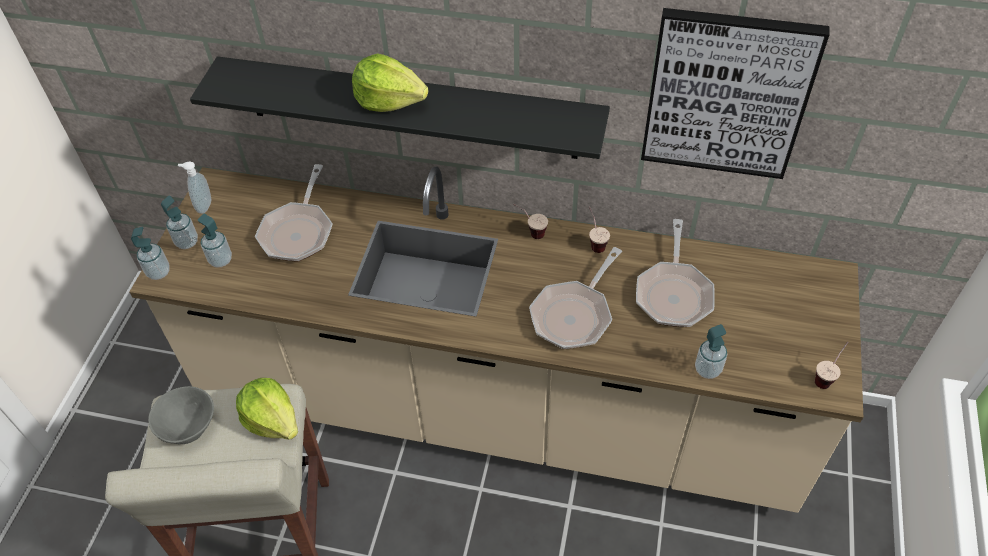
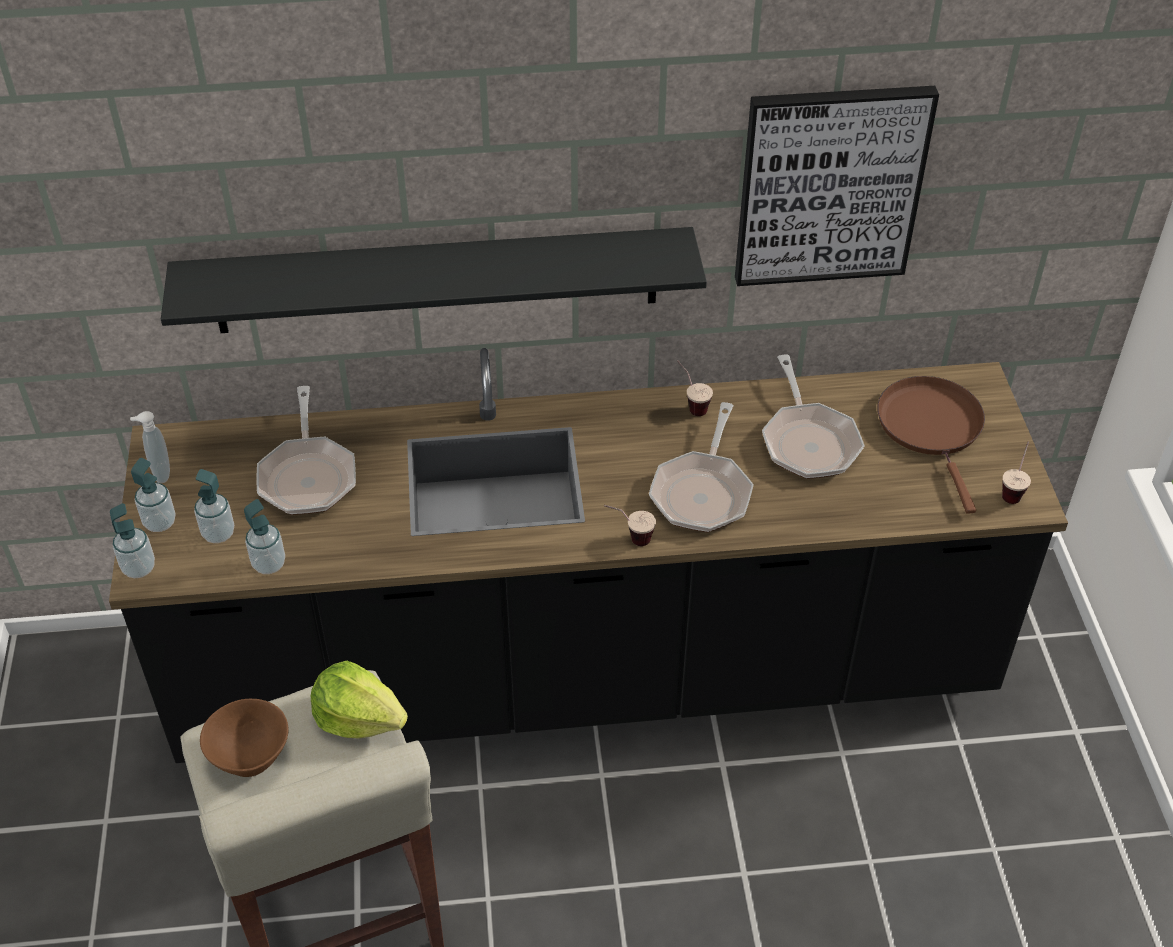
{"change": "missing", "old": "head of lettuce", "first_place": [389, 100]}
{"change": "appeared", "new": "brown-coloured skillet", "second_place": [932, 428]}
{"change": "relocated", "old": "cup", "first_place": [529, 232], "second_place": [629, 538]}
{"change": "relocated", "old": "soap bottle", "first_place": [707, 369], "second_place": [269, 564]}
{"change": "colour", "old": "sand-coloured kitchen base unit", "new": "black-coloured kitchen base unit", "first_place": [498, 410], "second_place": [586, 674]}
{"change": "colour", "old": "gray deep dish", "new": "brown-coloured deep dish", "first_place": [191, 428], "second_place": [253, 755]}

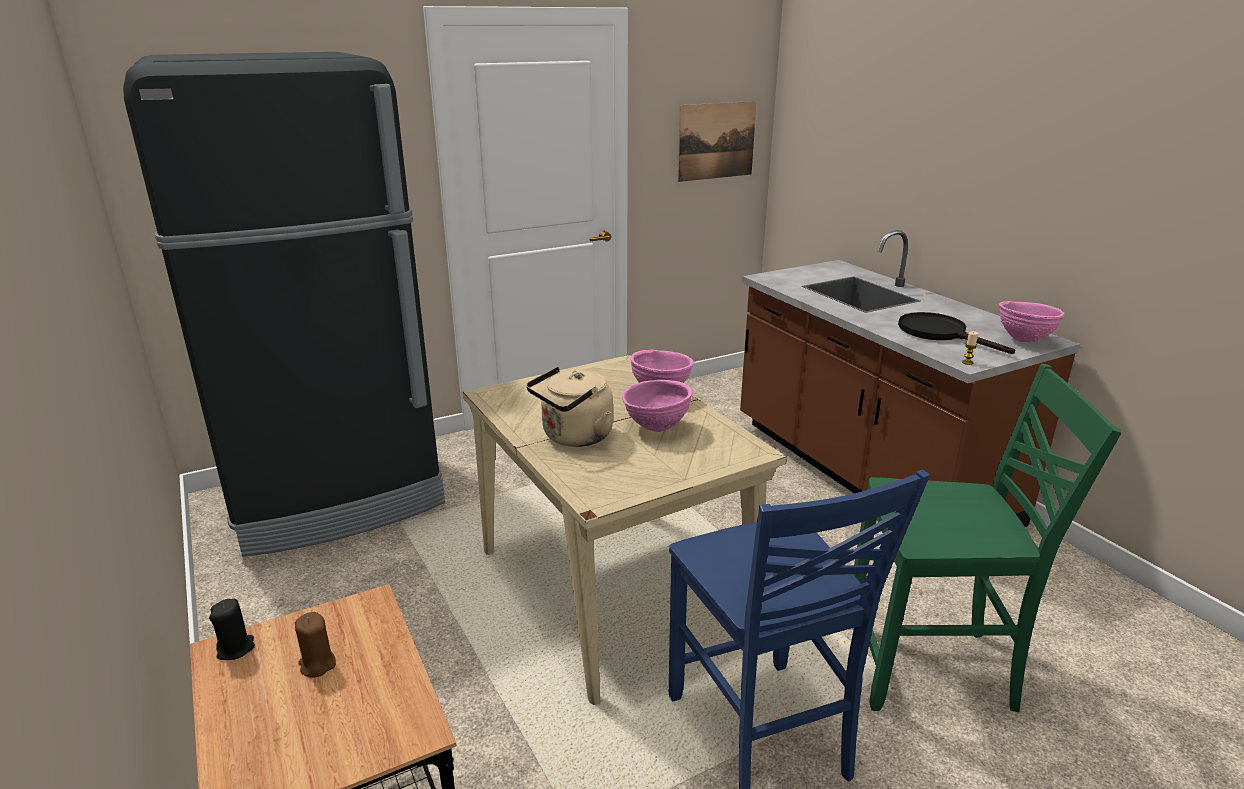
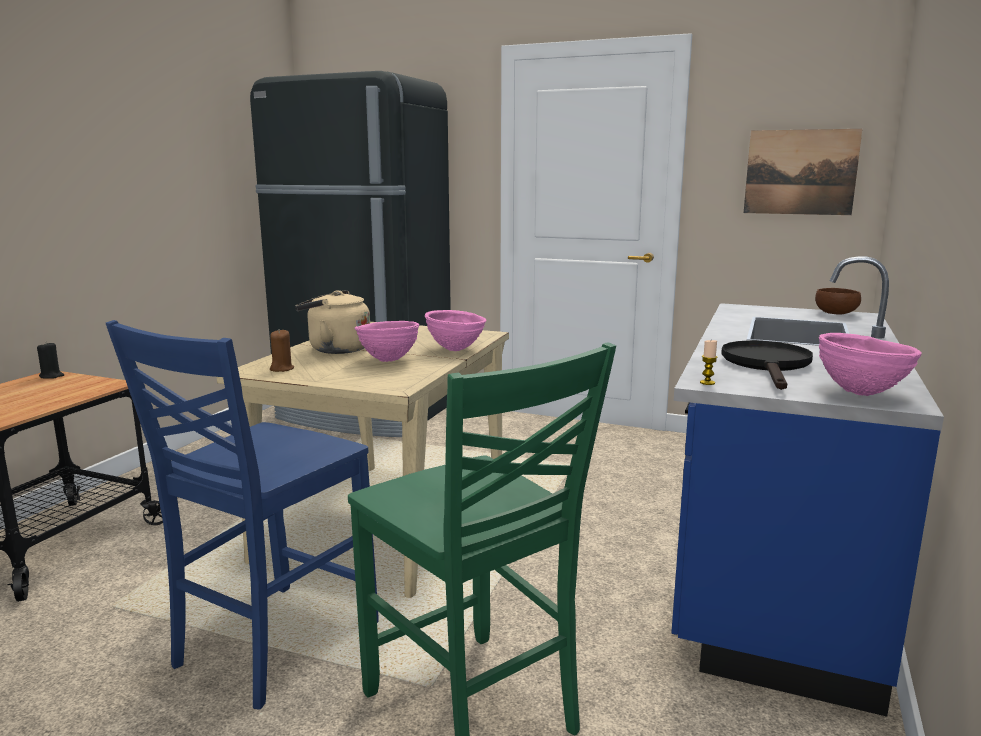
{"change": "appeared", "new": "brown-coloured deep dish", "second_place": [836, 313]}
{"change": "relocated", "old": "brown-coloured wax light", "first_place": [317, 664], "second_place": [282, 369]}
{"change": "colour", "old": "brown-coloured kitchen base unit", "new": "bluish kitchen base unit", "first_place": [866, 472], "second_place": [773, 570]}

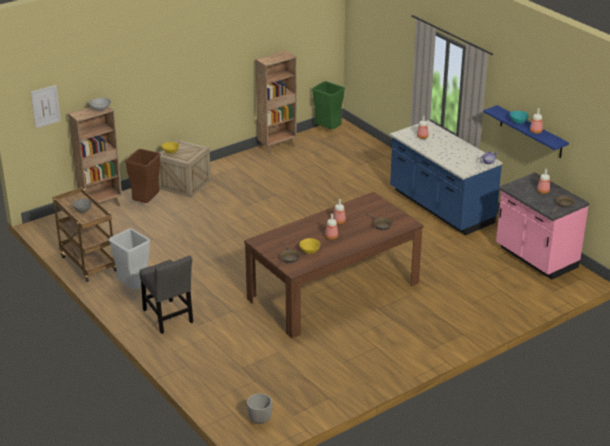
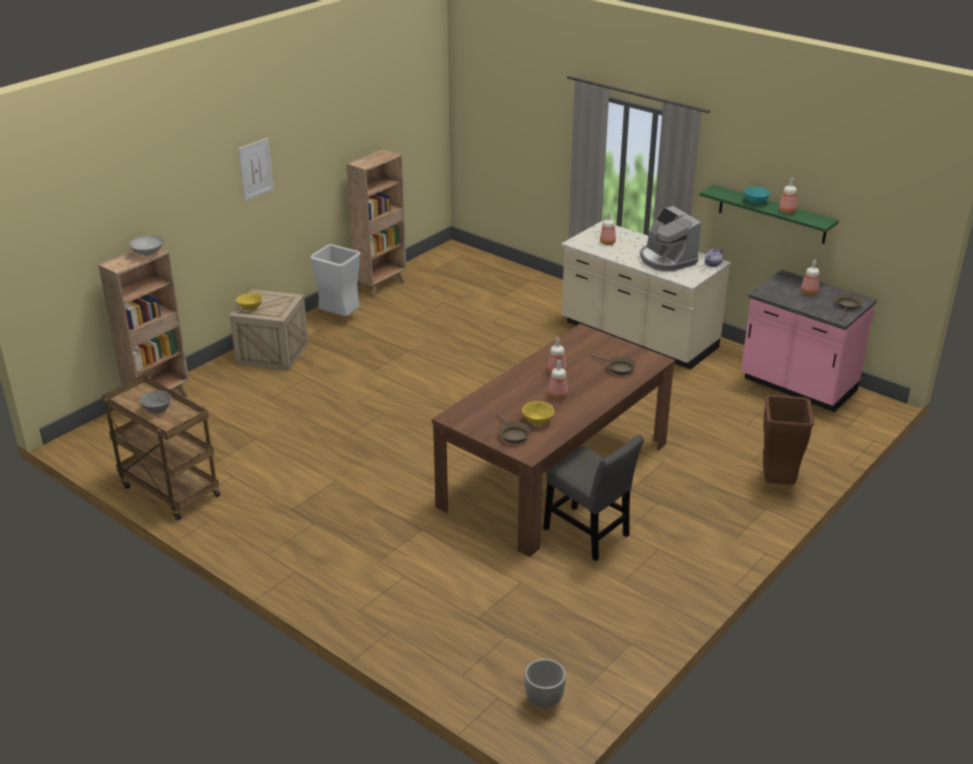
{"change": "missing", "old": "greenish rubbish bin", "first_place": [328, 130]}
{"change": "appeared", "new": "coffee brewer", "second_place": [666, 260]}
{"change": "relocated", "old": "wall picture", "first_place": [45, 106], "second_place": [255, 169]}
{"change": "relocated", "old": "gray rubbish bin", "first_place": [133, 288], "second_place": [339, 318]}
{"change": "relocated", "old": "brown-coloured rubbish bin", "first_place": [146, 202], "second_place": [777, 482]}
{"change": "relocated", "old": "gray upright chair", "first_place": [168, 318], "second_place": [589, 534]}
{"change": "colour", "old": "bluish kitchen base unit", "new": "sand-coloured kitchen base unit", "first_place": [440, 207], "second_place": [638, 336]}
{"change": "colour", "old": "bluish shelf", "new": "greenish shelf", "first_place": [531, 132], "second_place": [772, 214]}

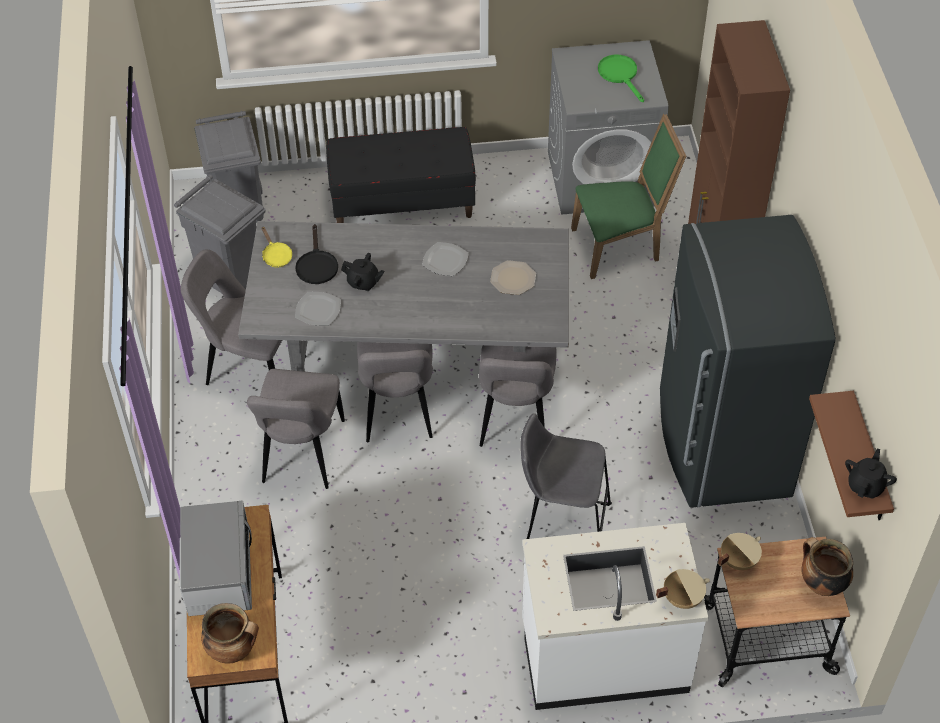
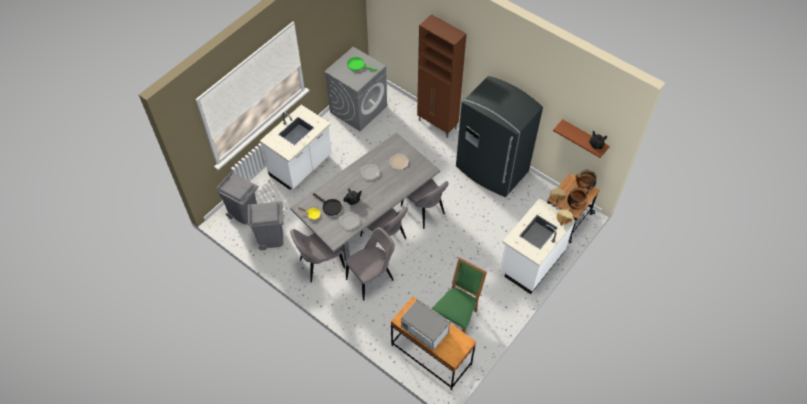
{"change": "missing", "old": "gray sitting stool", "first_place": [562, 525]}
{"change": "relocated", "old": "saucepot", "first_place": [233, 650], "second_place": [575, 205]}
{"change": "relocated", "old": "greenish upright chair", "first_place": [620, 246], "second_place": [457, 316]}
{"change": "exchanged", "old": "black-coloured long seat", "new": "whitish kitchen base unit", "first_place": [402, 202], "second_place": [301, 166]}
{"change": "spun", "old": "gray upright chair", "first_place": [302, 455], "second_place": [372, 278], "degrees": -90}

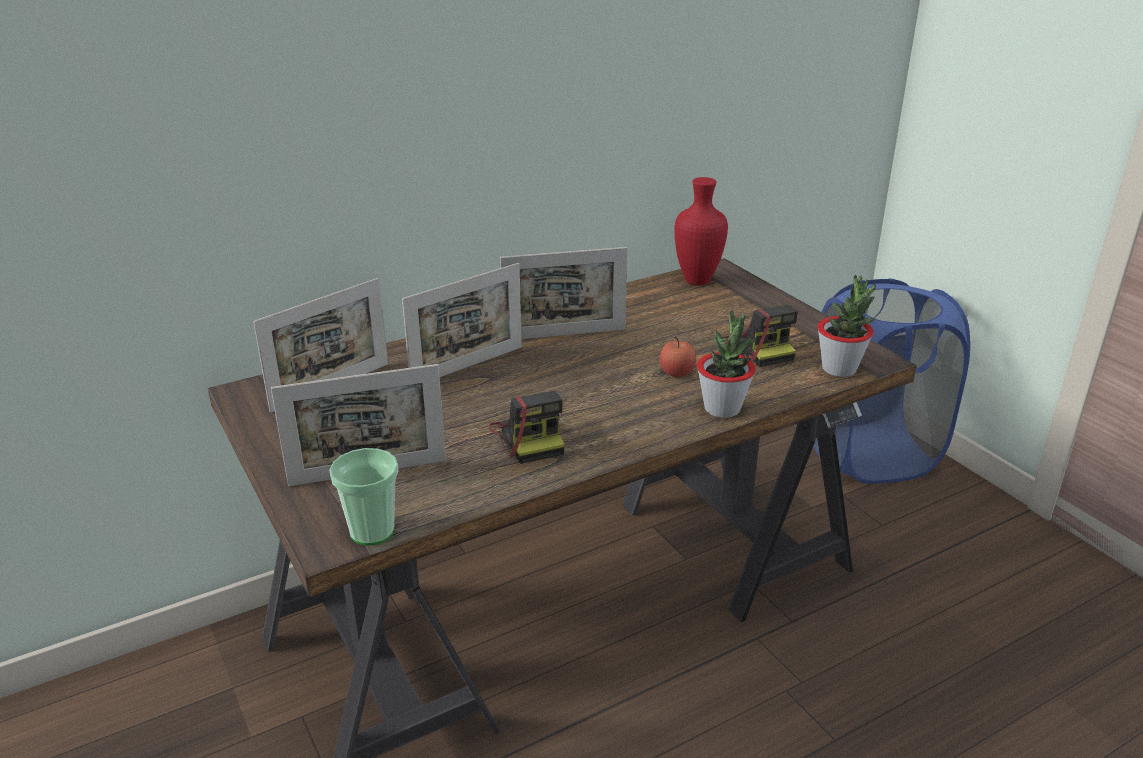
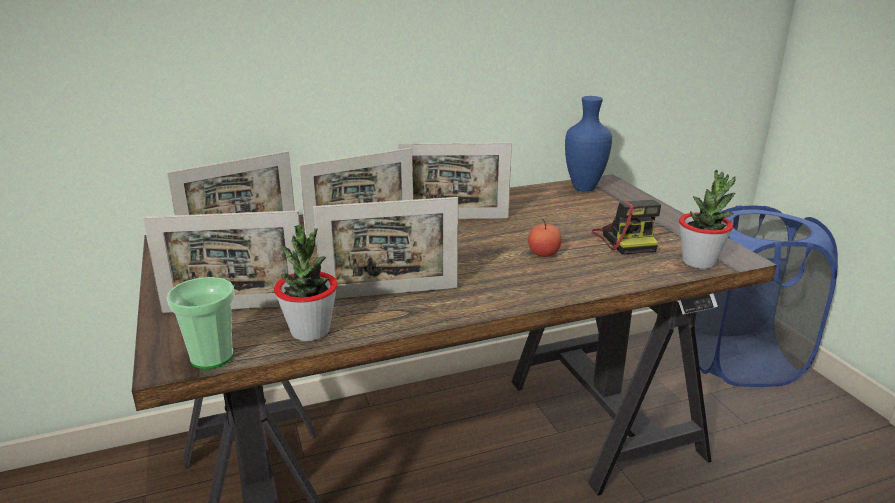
{"change": "relocated", "old": "potted plant", "first_place": [722, 409], "second_place": [310, 331]}
{"change": "exchanged", "old": "photo camera", "new": "picture frame", "first_place": [529, 437], "second_place": [390, 293]}
{"change": "colour", "old": "red-coloured decorative vase", "new": "bluish decorative vase", "first_place": [696, 281], "second_place": [582, 188]}

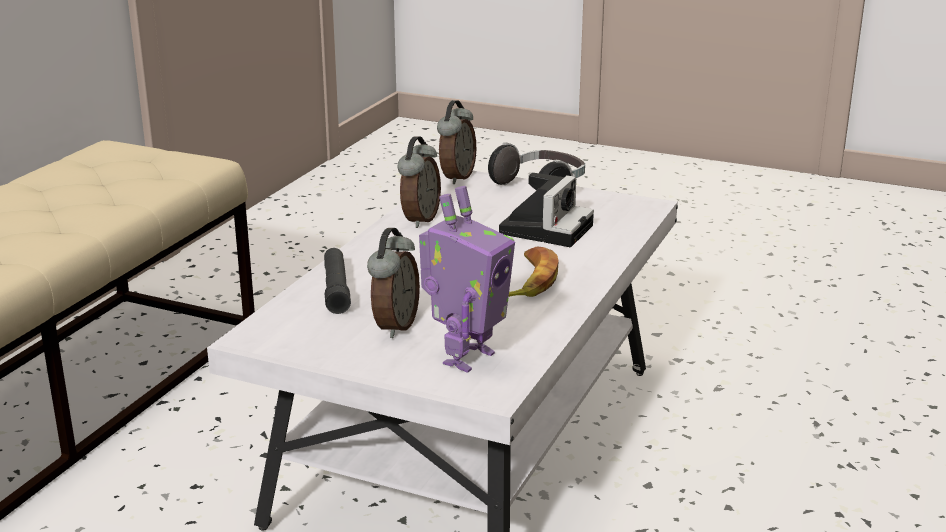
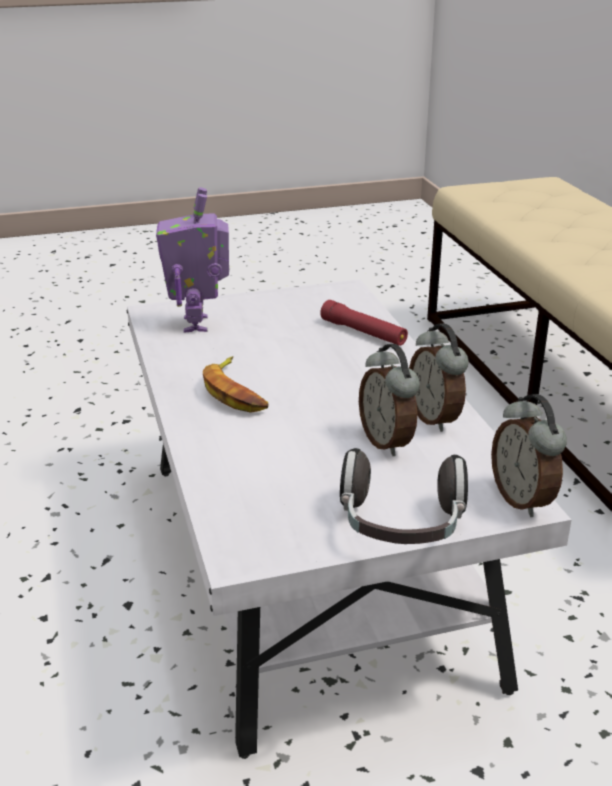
{"change": "missing", "old": "photo camera", "first_place": [546, 228]}
{"change": "relocated", "old": "bedside clock", "first_place": [394, 326], "second_place": [387, 442]}
{"change": "colour", "old": "black-coloured flashlight", "new": "red-coloured flashlight", "first_place": [336, 289], "second_place": [363, 333]}

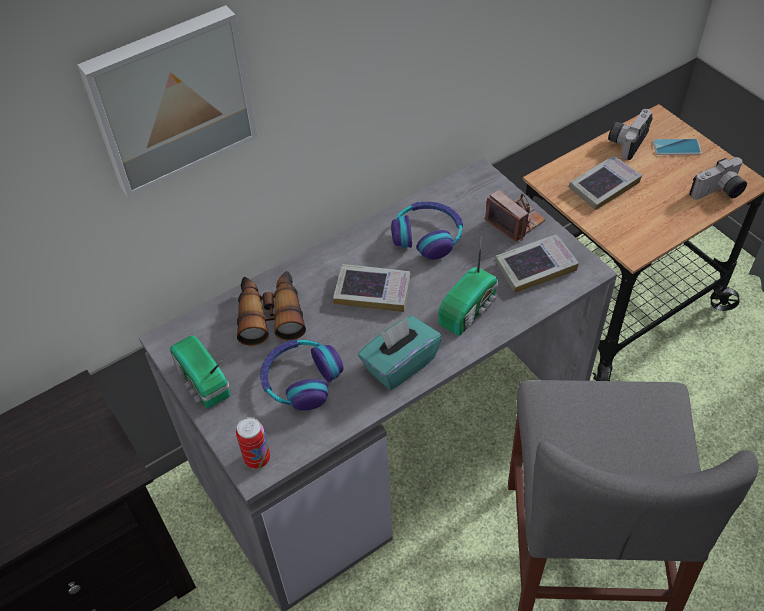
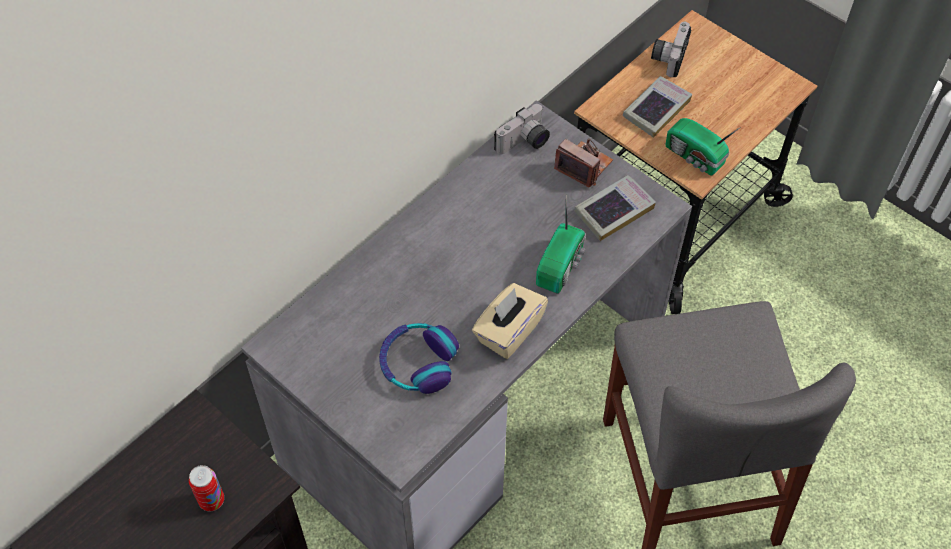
{"change": "missing", "old": "wall picture", "first_place": [171, 99]}
{"change": "missing", "old": "pair of binoculars", "first_place": [270, 314]}
{"change": "missing", "old": "bound book", "first_place": [373, 291]}
{"change": "missing", "old": "headset", "first_place": [427, 236]}
{"change": "missing", "old": "phone", "first_place": [676, 147]}
{"change": "relocated", "old": "radio", "first_place": [202, 383], "second_place": [695, 157]}
{"change": "relocated", "old": "metal can", "first_place": [257, 458], "second_place": [211, 500]}
{"change": "relocated", "old": "photo camera", "first_place": [718, 193], "second_place": [524, 143]}
{"change": "colour", "old": "turquoise-coloured tissue holder", "new": "sand-coloured tissue holder", "first_place": [399, 364], "second_place": [508, 331]}

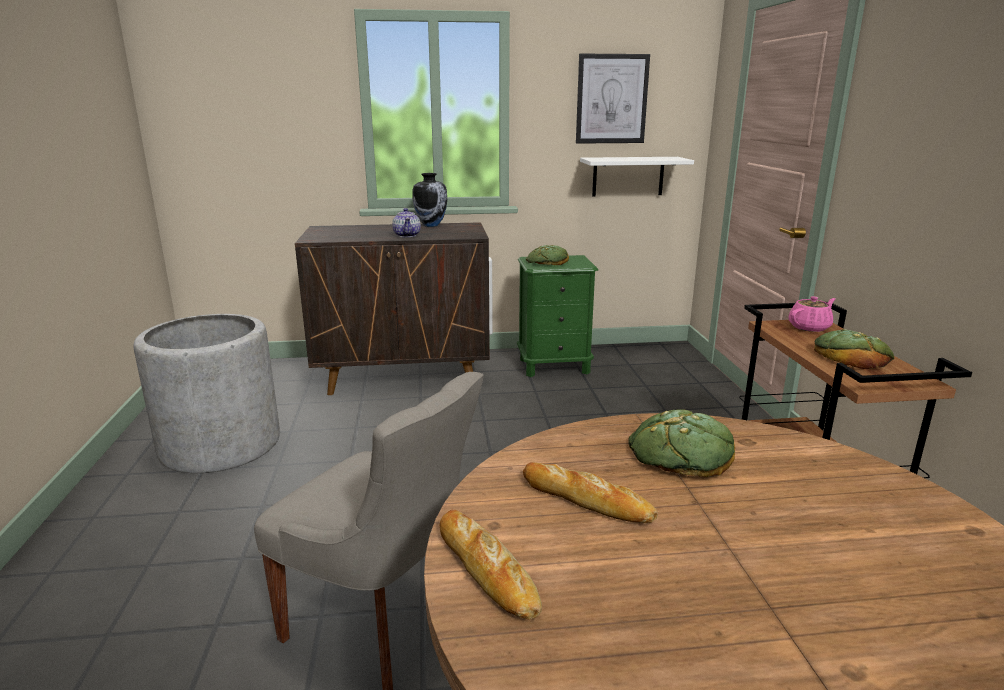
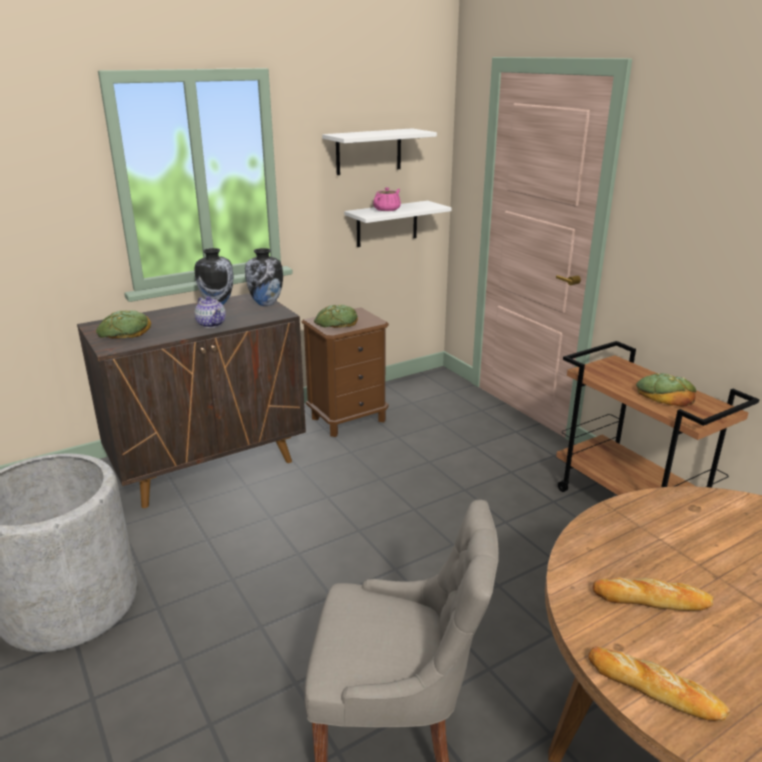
{"change": "appeared", "new": "decorative vase", "second_place": [266, 303]}
{"change": "relocated", "old": "bakery bread", "first_place": [681, 453], "second_place": [124, 331]}
{"change": "relocated", "old": "pink-coloured teapot", "first_place": [809, 327], "second_place": [387, 209]}
{"change": "exchanged", "old": "wall picture", "new": "whitish shelf", "first_place": [611, 99], "second_place": [368, 151]}
{"change": "colour", "old": "greenish night table", "new": "brown-coloured night table", "first_place": [554, 366], "second_place": [348, 419]}

